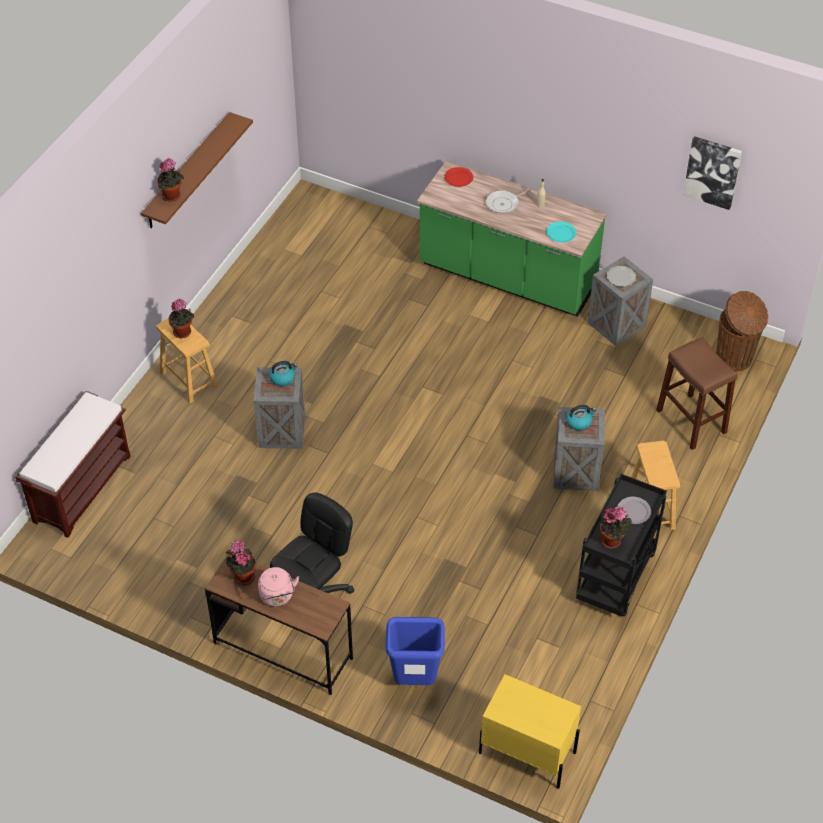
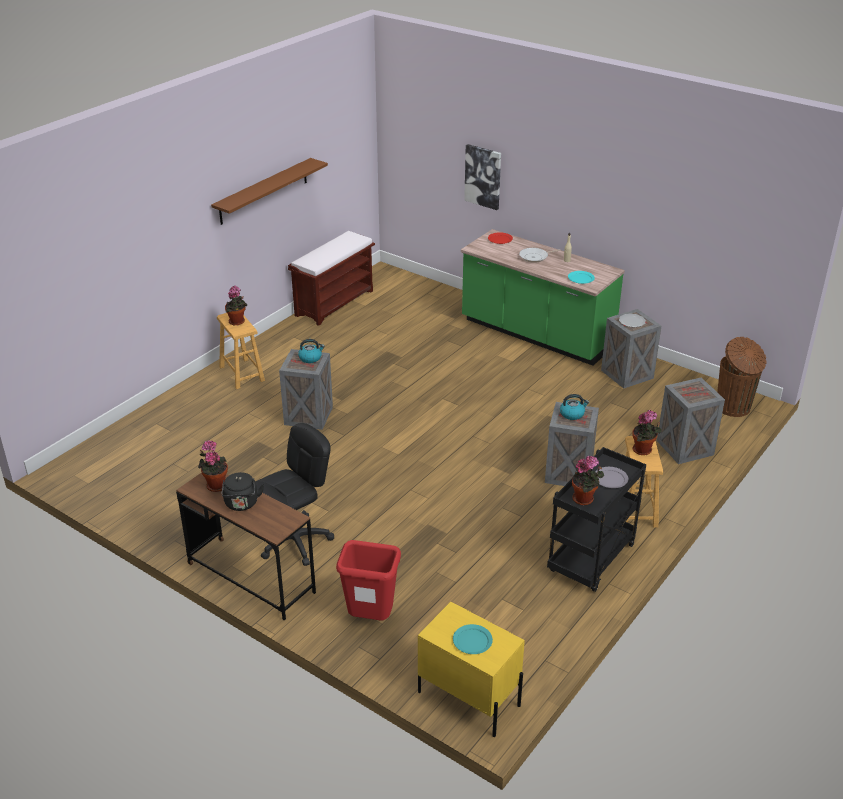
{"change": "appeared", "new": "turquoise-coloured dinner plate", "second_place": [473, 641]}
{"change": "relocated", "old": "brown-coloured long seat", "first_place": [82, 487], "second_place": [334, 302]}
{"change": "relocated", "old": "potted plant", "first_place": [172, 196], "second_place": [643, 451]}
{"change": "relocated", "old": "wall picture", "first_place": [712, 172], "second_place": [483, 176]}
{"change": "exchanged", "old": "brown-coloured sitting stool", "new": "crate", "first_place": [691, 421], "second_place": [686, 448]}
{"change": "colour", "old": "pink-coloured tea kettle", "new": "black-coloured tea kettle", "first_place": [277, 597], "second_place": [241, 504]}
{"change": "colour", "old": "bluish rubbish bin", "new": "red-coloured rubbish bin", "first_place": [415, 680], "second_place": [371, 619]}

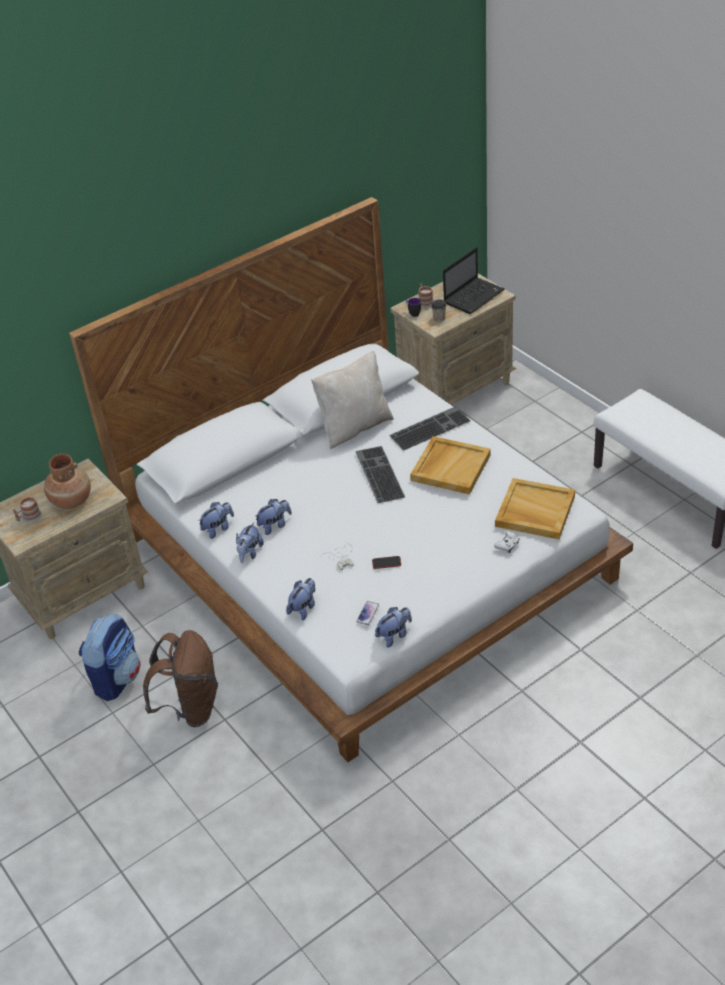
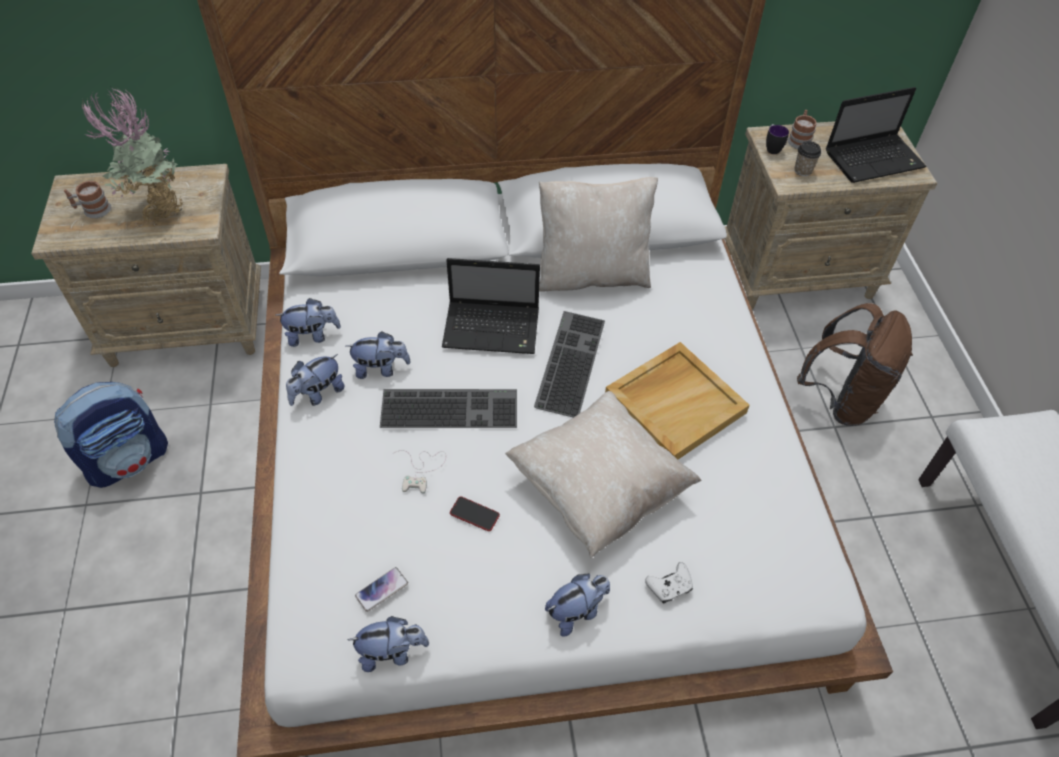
{"change": "missing", "old": "sand-coloured carrying tray", "first_place": [534, 511]}
{"change": "appeared", "new": "notebook computer", "second_place": [493, 329]}
{"change": "appeared", "new": "sand-coloured throw pillow", "second_place": [598, 489]}
{"change": "relocated", "old": "brown-coloured knapsack", "first_place": [190, 707], "second_place": [841, 399]}
{"change": "relocated", "old": "plush toy", "first_place": [303, 608], "second_place": [576, 611]}
{"change": "relocated", "old": "computer keyboard", "first_place": [430, 427], "second_place": [451, 407]}
{"change": "exchanged", "old": "brown-coloured decorative vase", "new": "potted plant", "first_place": [71, 500], "second_place": [157, 210]}

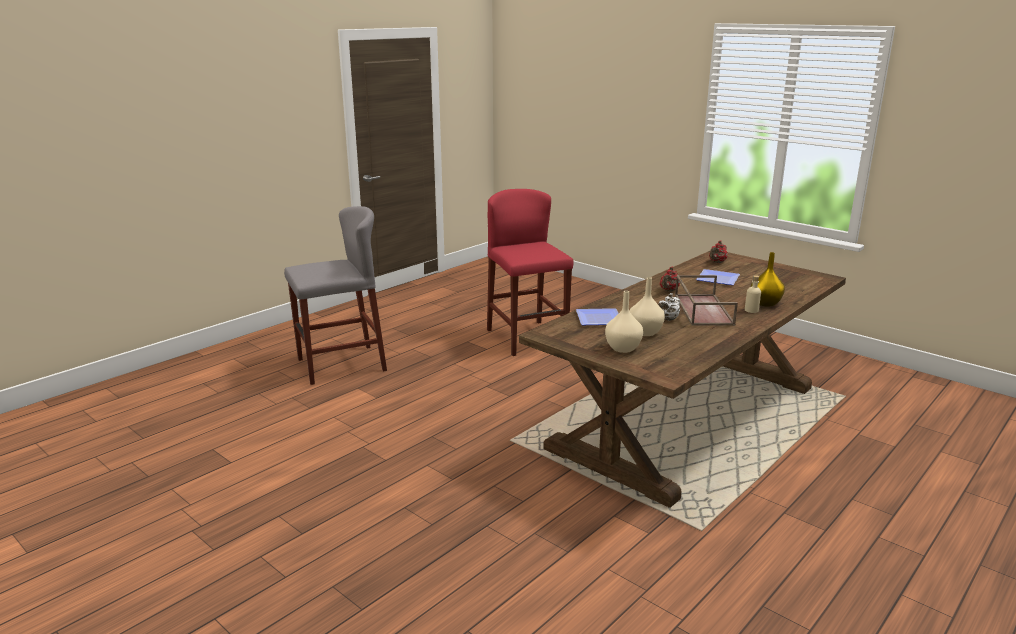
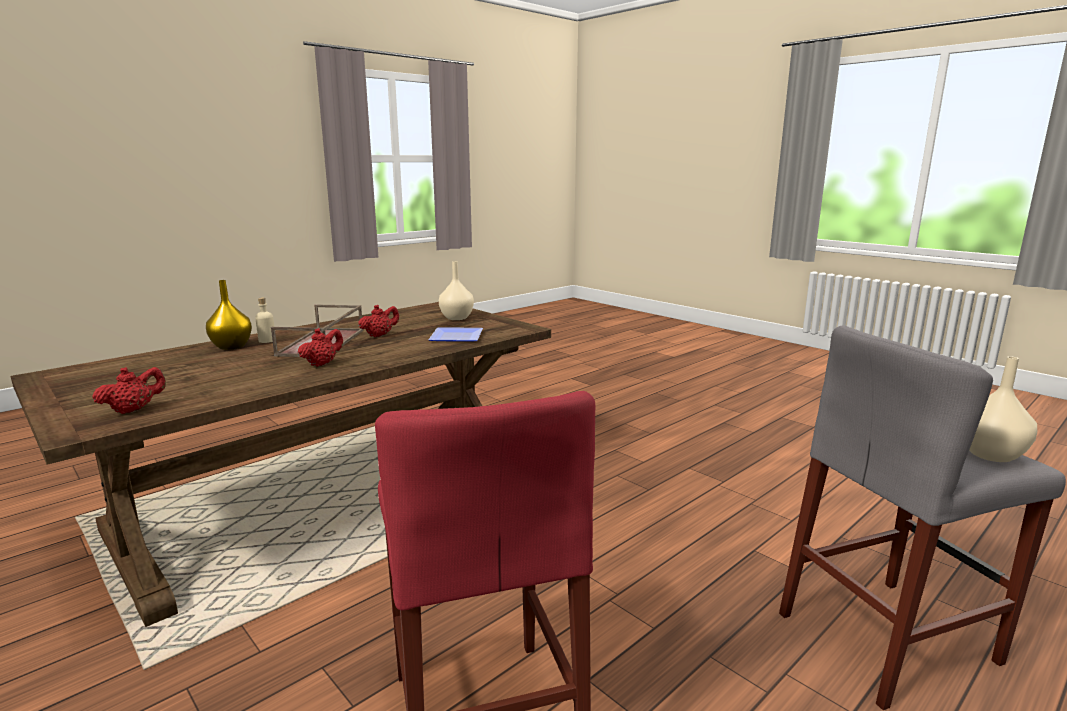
{"change": "missing", "old": "dinner plate", "first_place": [719, 280]}
{"change": "relocated", "old": "sand-coloured decorative vase", "first_place": [644, 332], "second_place": [991, 455]}
{"change": "colour", "old": "whitish teapot", "new": "red-coloured teapot", "first_place": [667, 319], "second_place": [380, 335]}

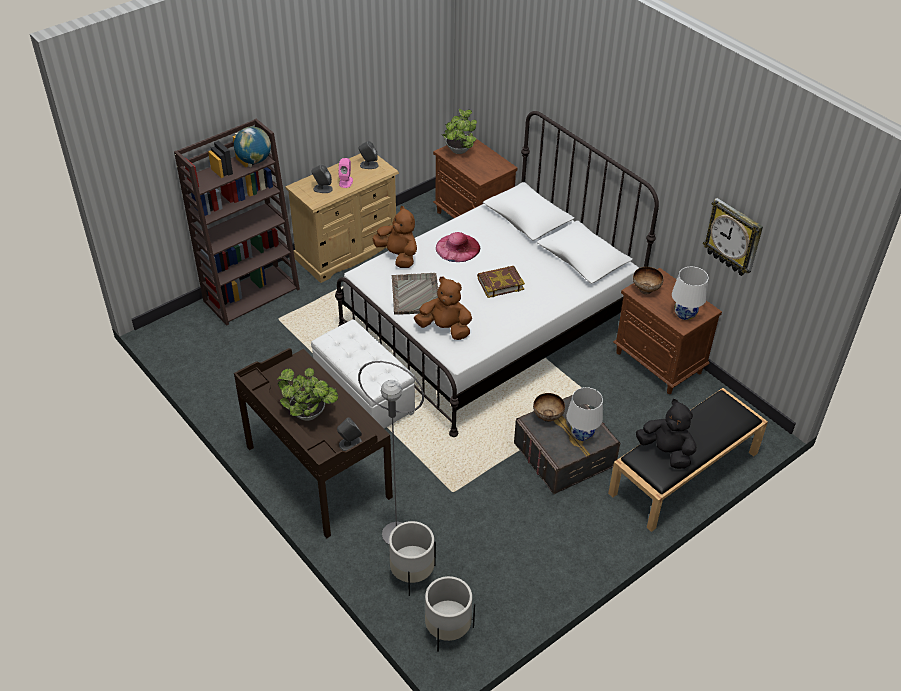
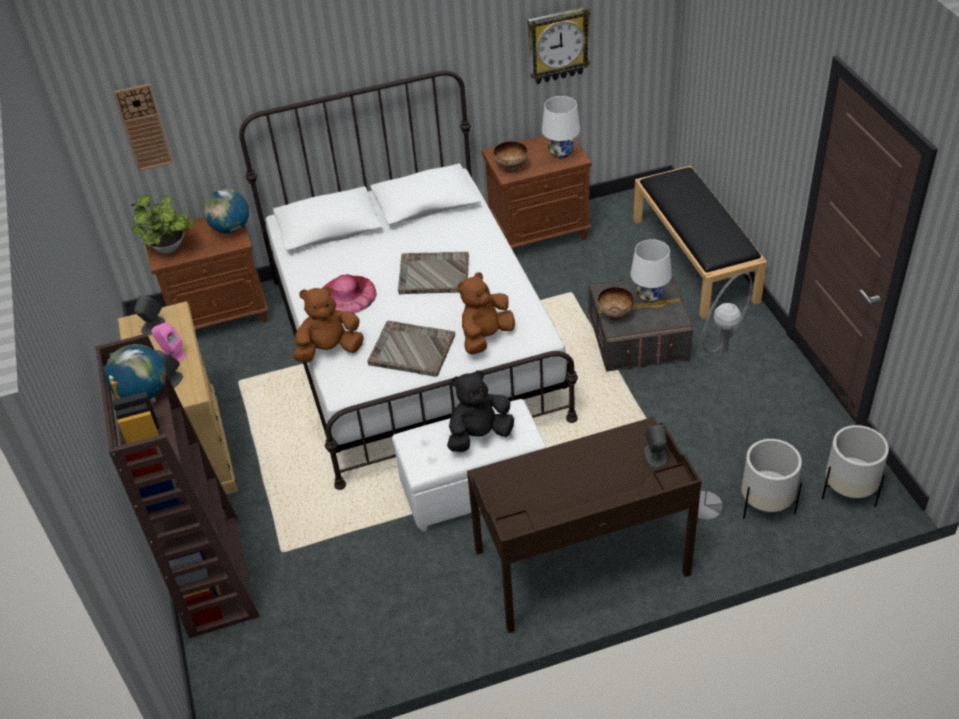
{"change": "missing", "old": "potted plant", "first_place": [310, 414]}
{"change": "appeared", "new": "clock on the wall", "second_place": [144, 127]}
{"change": "appeared", "new": "desk globe", "second_place": [231, 228]}
{"change": "relocated", "old": "black-coloured plush toy", "first_place": [666, 452], "second_place": [479, 435]}
{"change": "exchanged", "old": "bound book", "new": "gray carrying tray", "first_place": [500, 284], "second_place": [433, 274]}

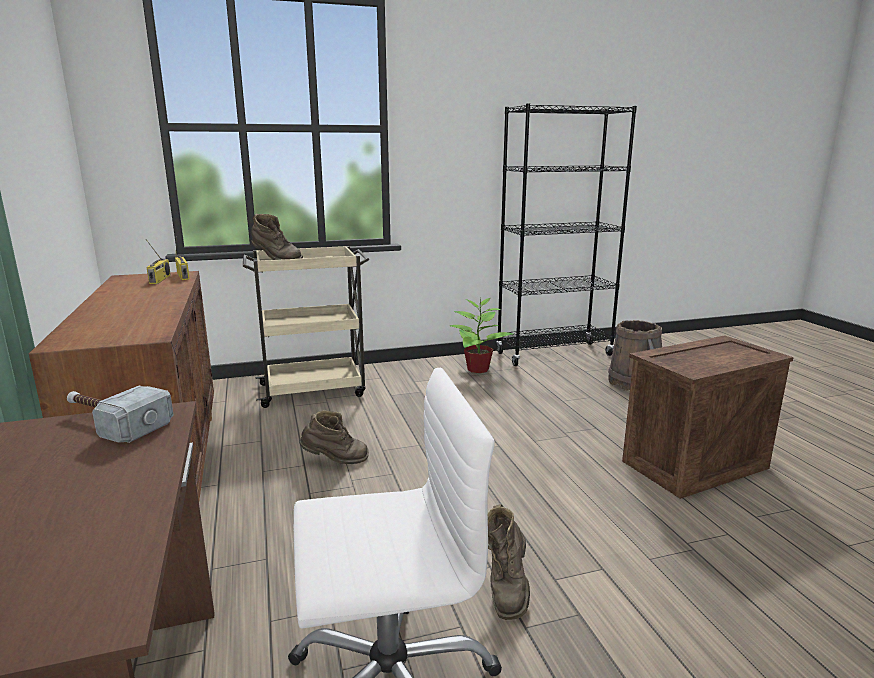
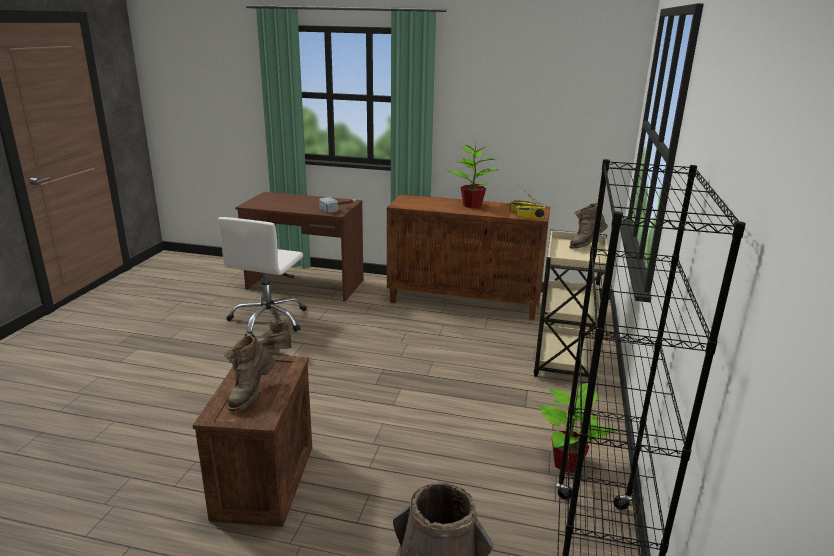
{"change": "appeared", "new": "potted plant", "second_place": [472, 205]}
{"change": "relocated", "old": "brown-coloured high-top boot", "first_place": [335, 461], "second_place": [251, 394]}

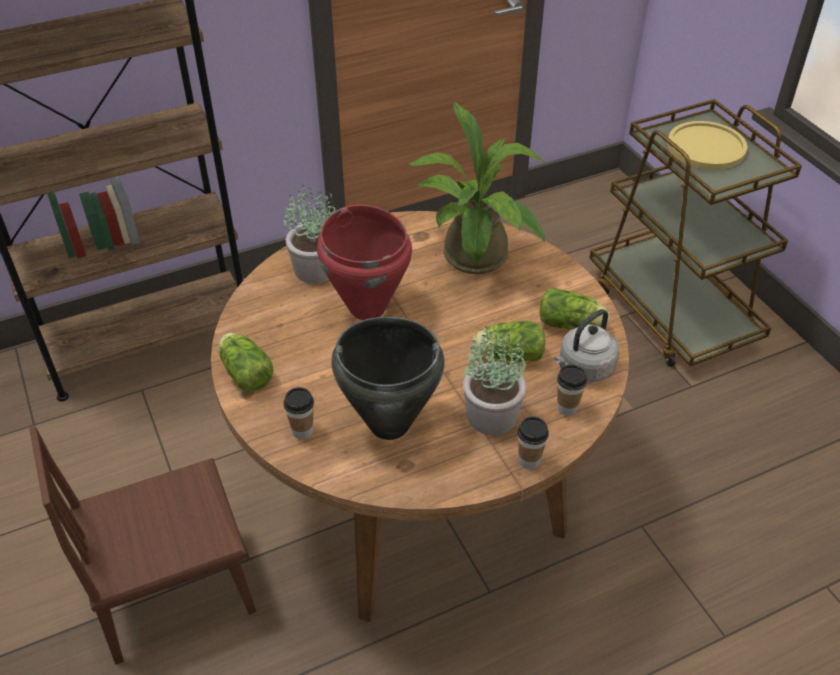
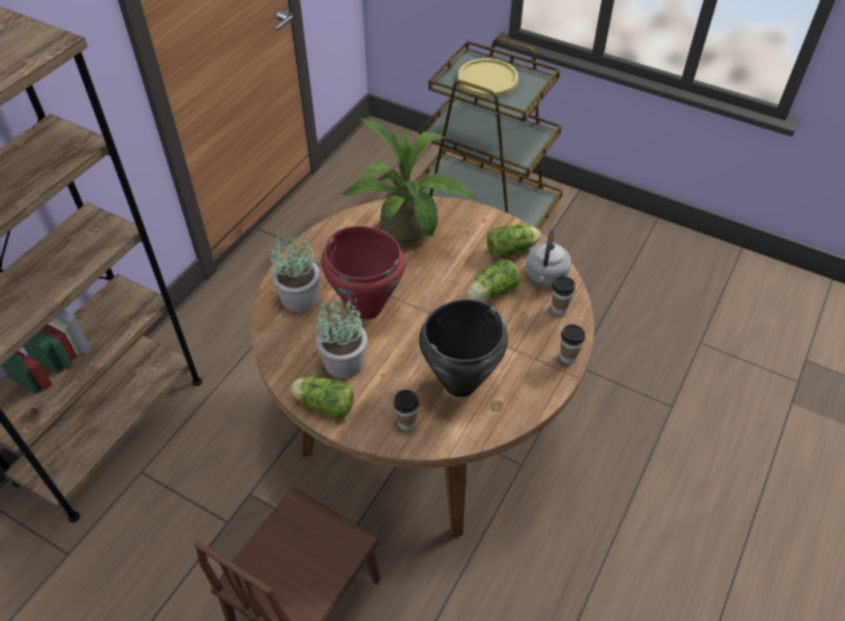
{"change": "relocated", "old": "potted plant", "first_place": [492, 415], "second_place": [344, 361]}

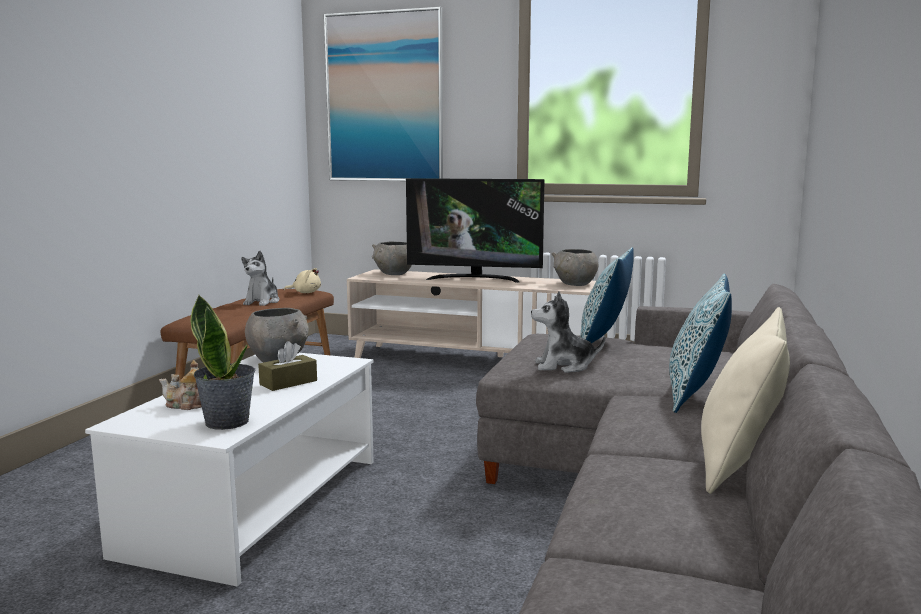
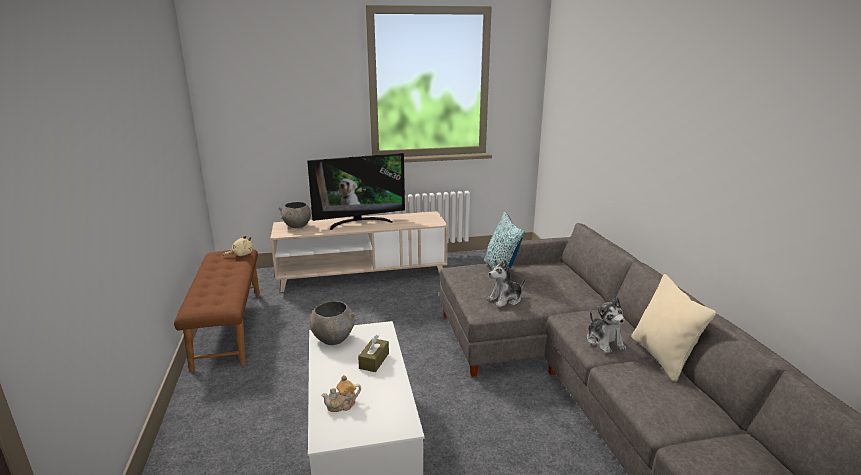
{"change": "missing", "old": "potted plant", "first_place": [228, 422]}
{"change": "missing", "old": "wall picture", "first_place": [384, 97]}
{"change": "missing", "old": "gray deep dish", "first_place": [575, 284]}
{"change": "missing", "old": "throw pillow", "first_place": [695, 395]}
{"change": "relocated", "old": "plush toy", "first_place": [262, 302], "second_place": [604, 341]}

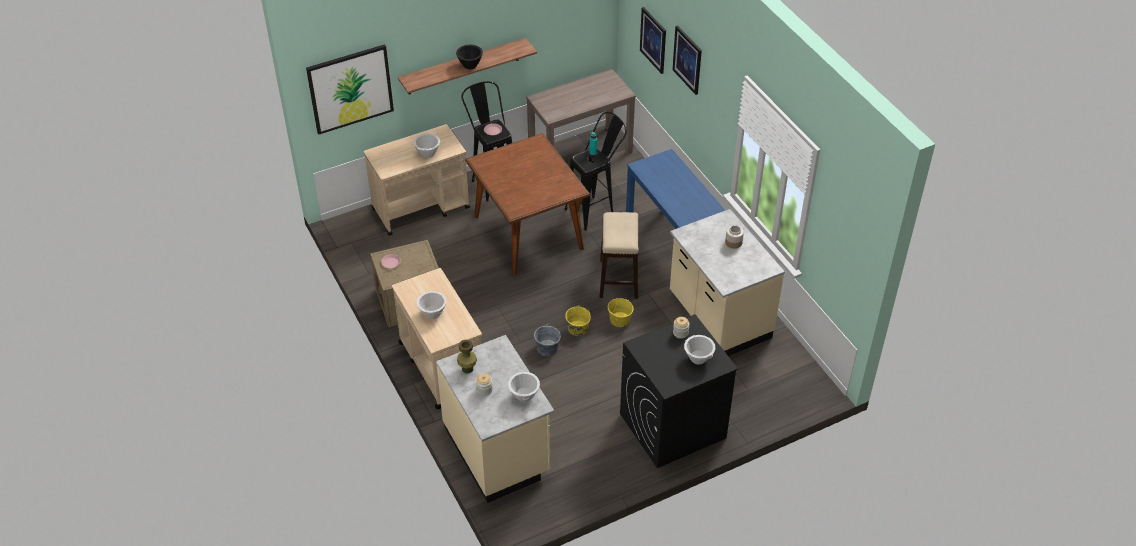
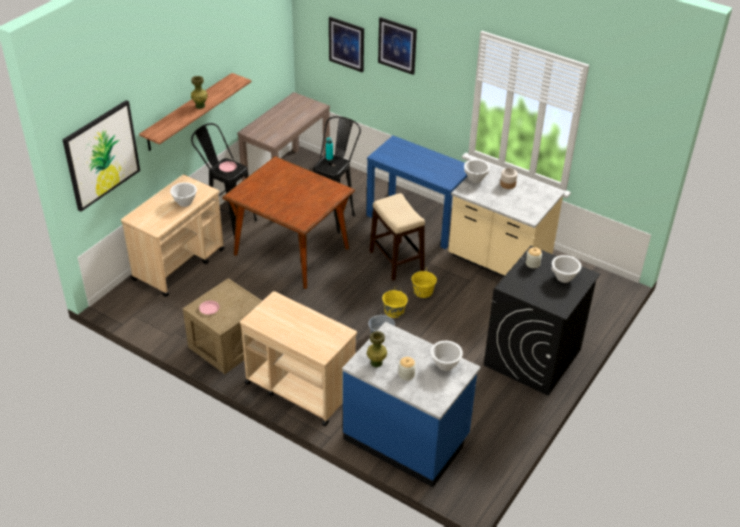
{"change": "relocated", "old": "whitish deep dish", "first_place": [432, 313], "second_place": [475, 179]}
{"change": "exchanged", "old": "black-coloured deep dish", "new": "greenish decorative vase", "first_place": [470, 65], "second_place": [200, 106]}
{"change": "colour", "old": "sand-coloured kitchen base unit", "new": "bluish kitchen base unit", "first_place": [498, 450], "second_place": [406, 438]}

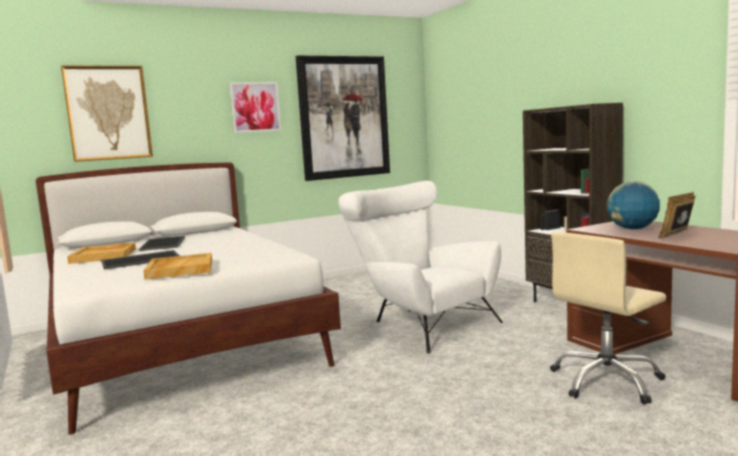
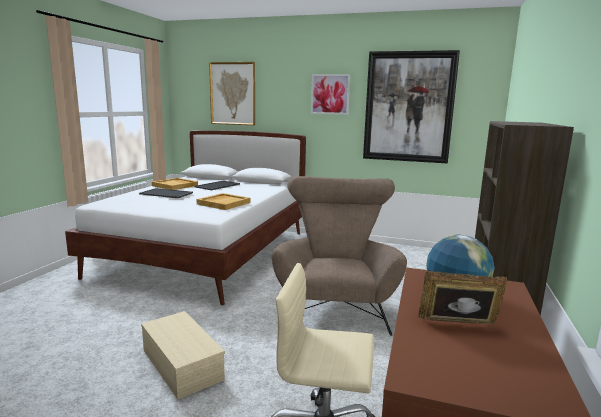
{"change": "appeared", "new": "sand-coloured storage box", "second_place": [180, 364]}
{"change": "relocated", "old": "sand-coloured carrying tray", "first_place": [179, 269], "second_place": [224, 203]}
{"change": "colour", "old": "whitish easy chair", "new": "brown-coloured easy chair", "first_place": [421, 324], "second_place": [335, 304]}

